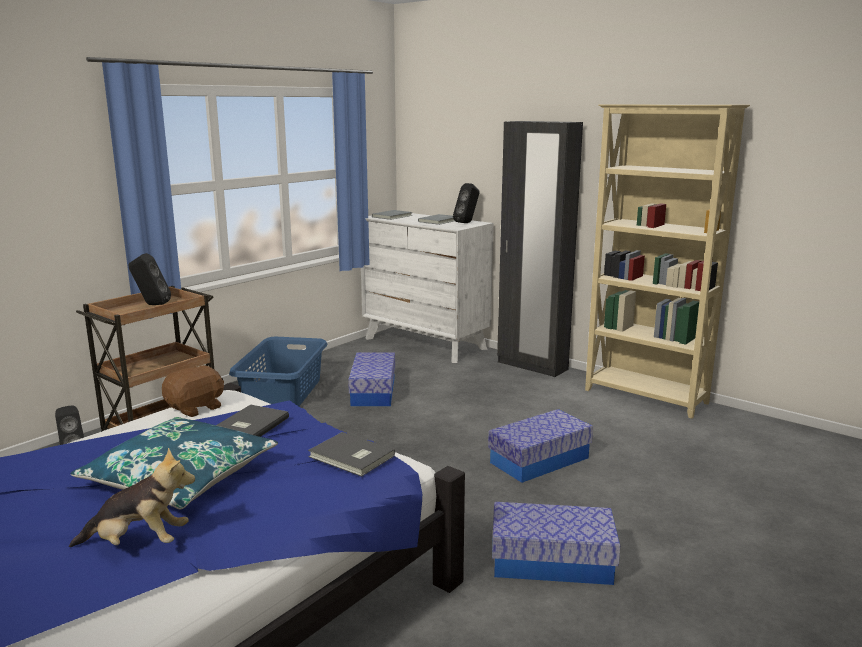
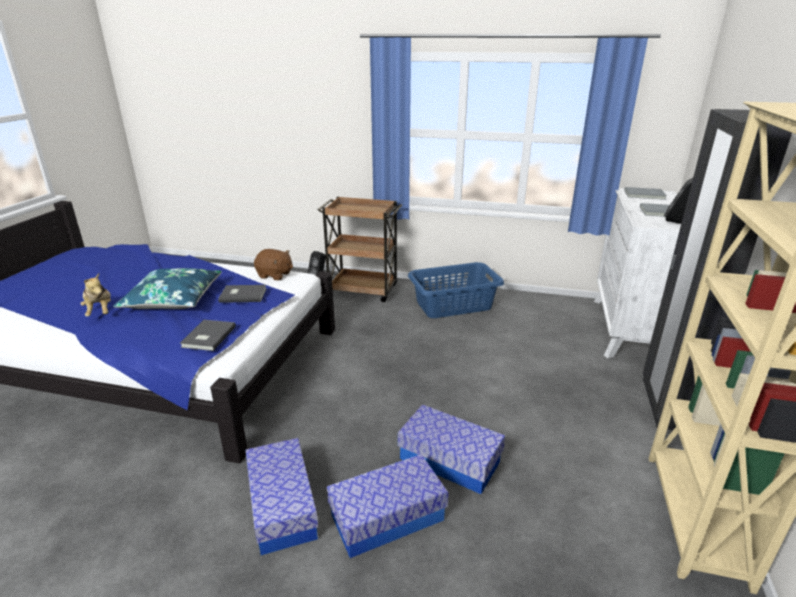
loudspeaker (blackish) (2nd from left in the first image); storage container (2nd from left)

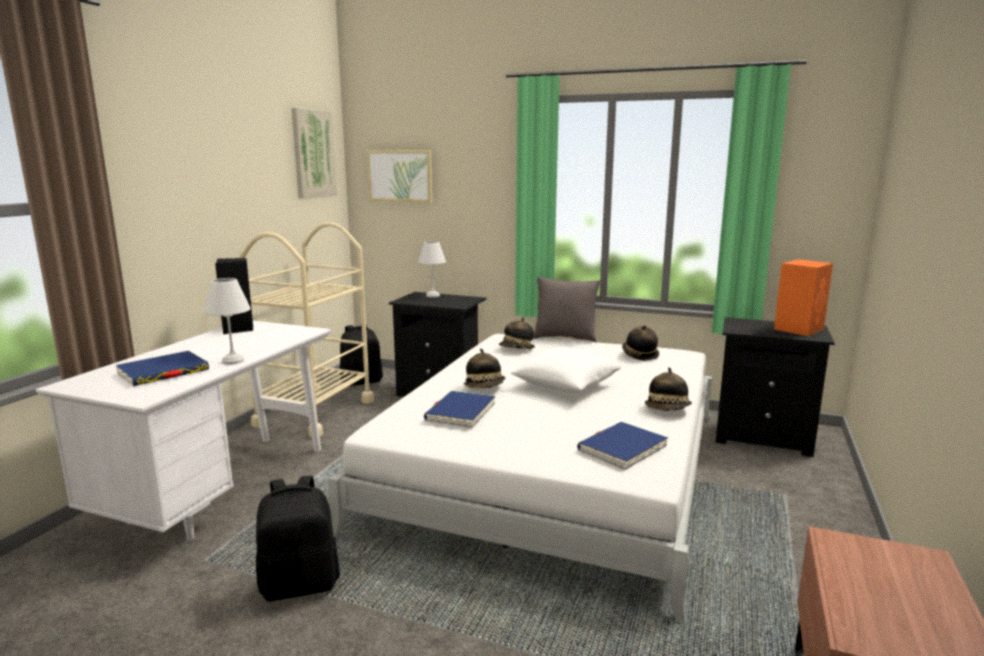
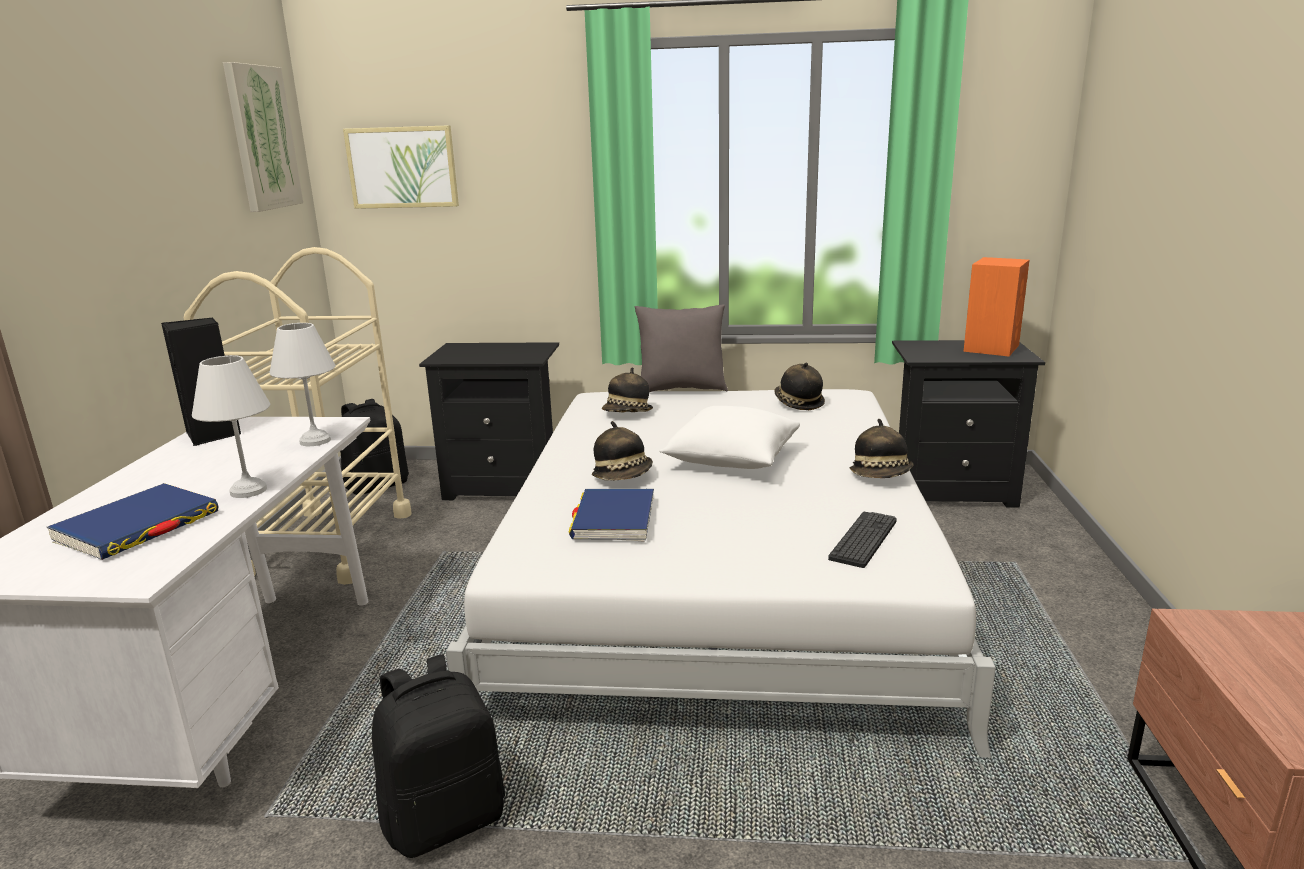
table lamp (white) (2nd from left); PC keyboard

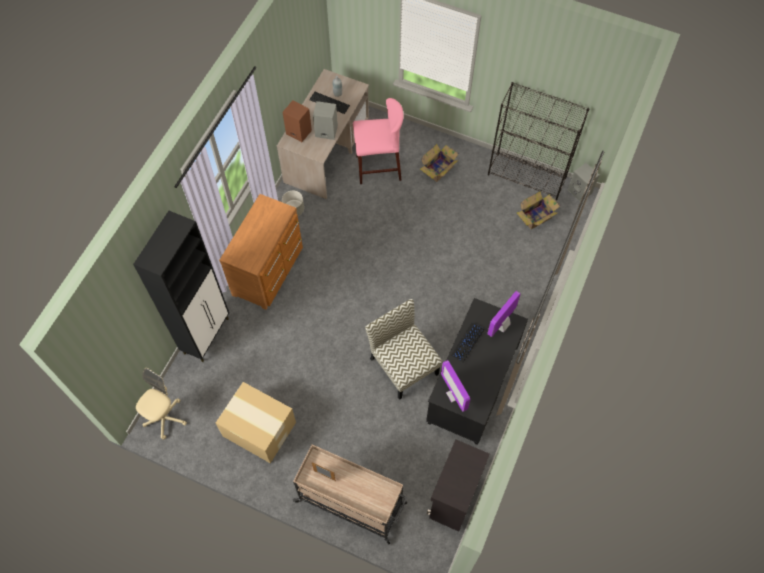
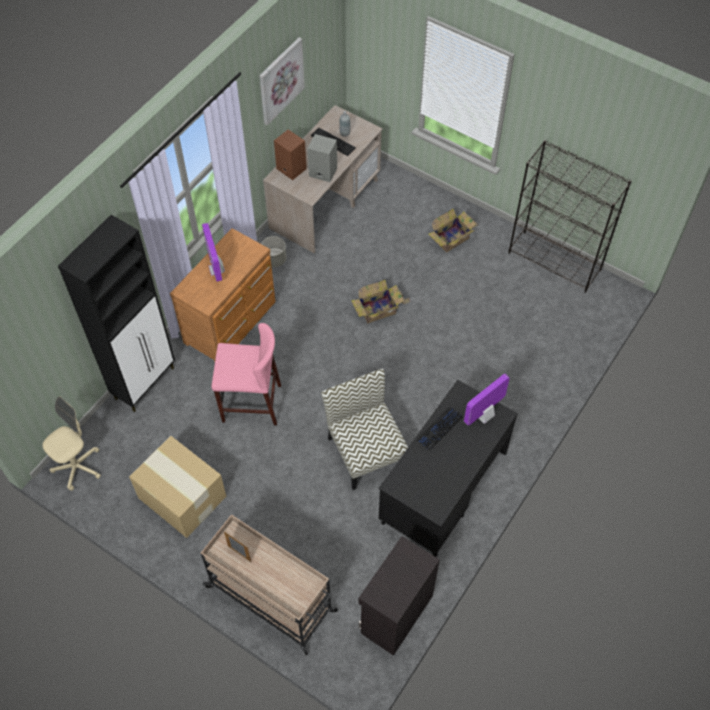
sitting stool (pink); loudspeaker (gray) (2nd from left in the first image); cardboard box (2nd from left); computer screen (1st from left); wall art

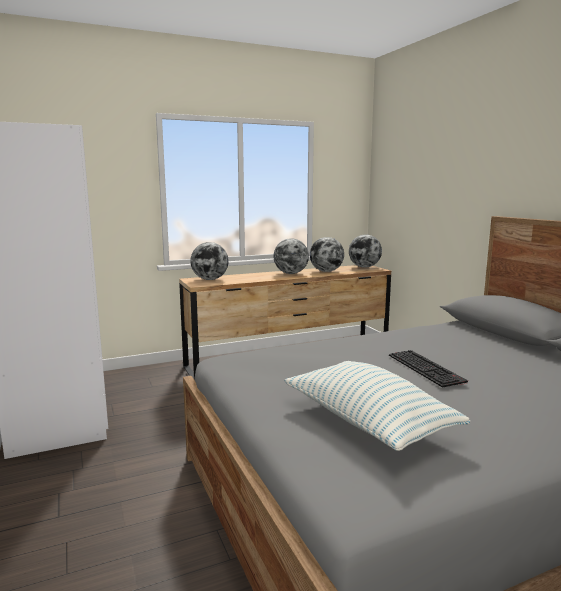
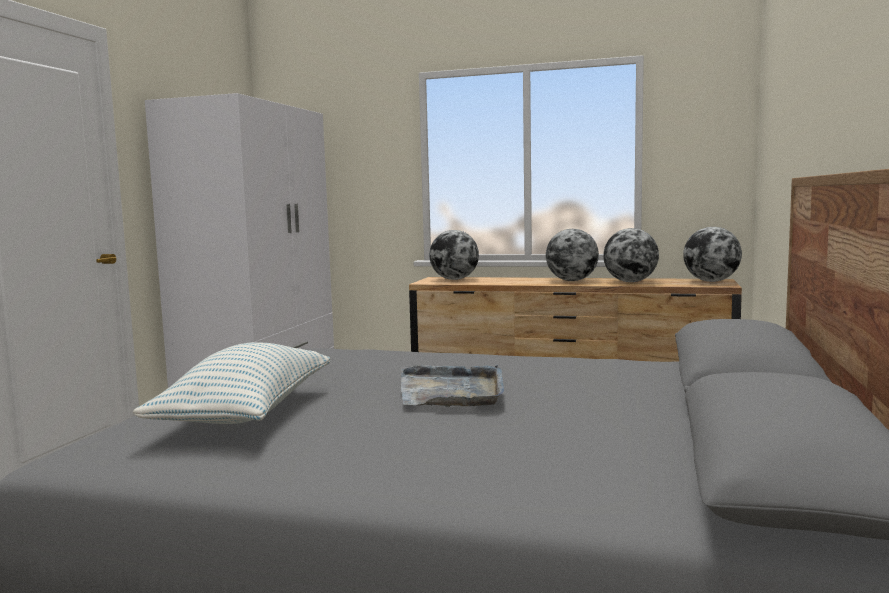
serving tray (gray)

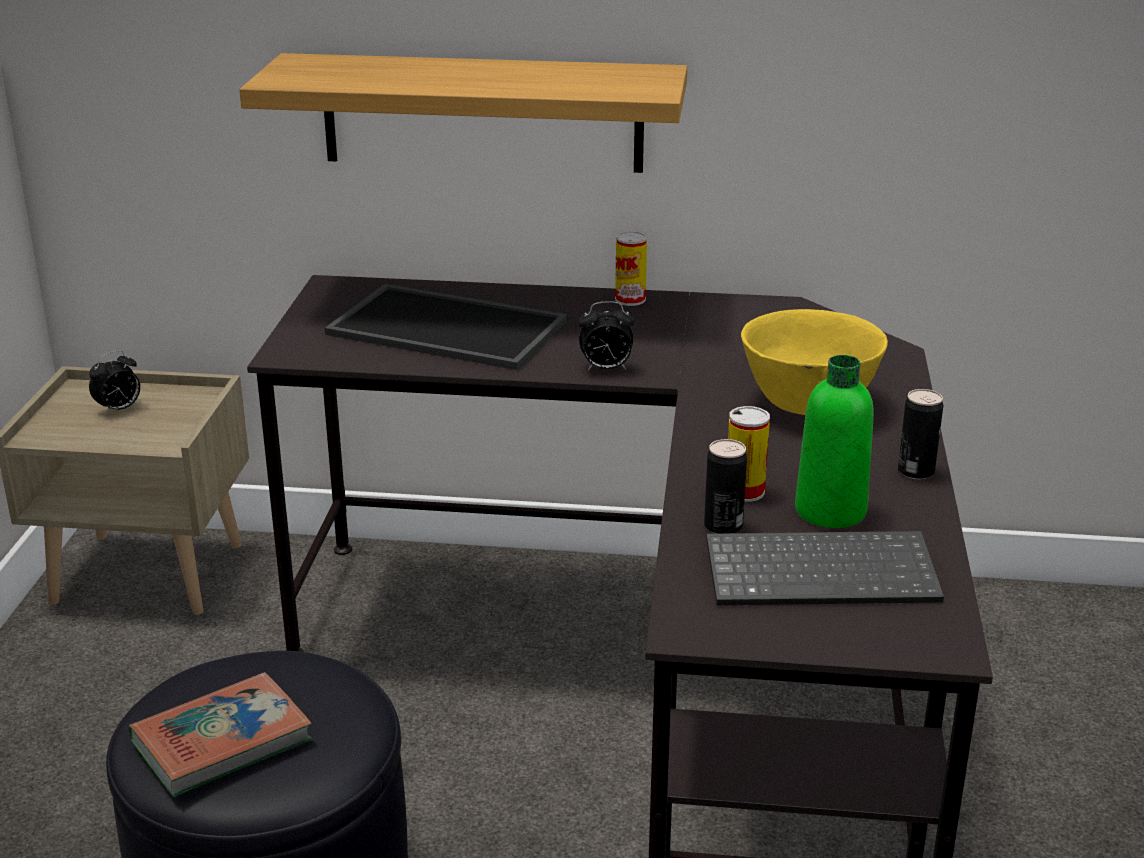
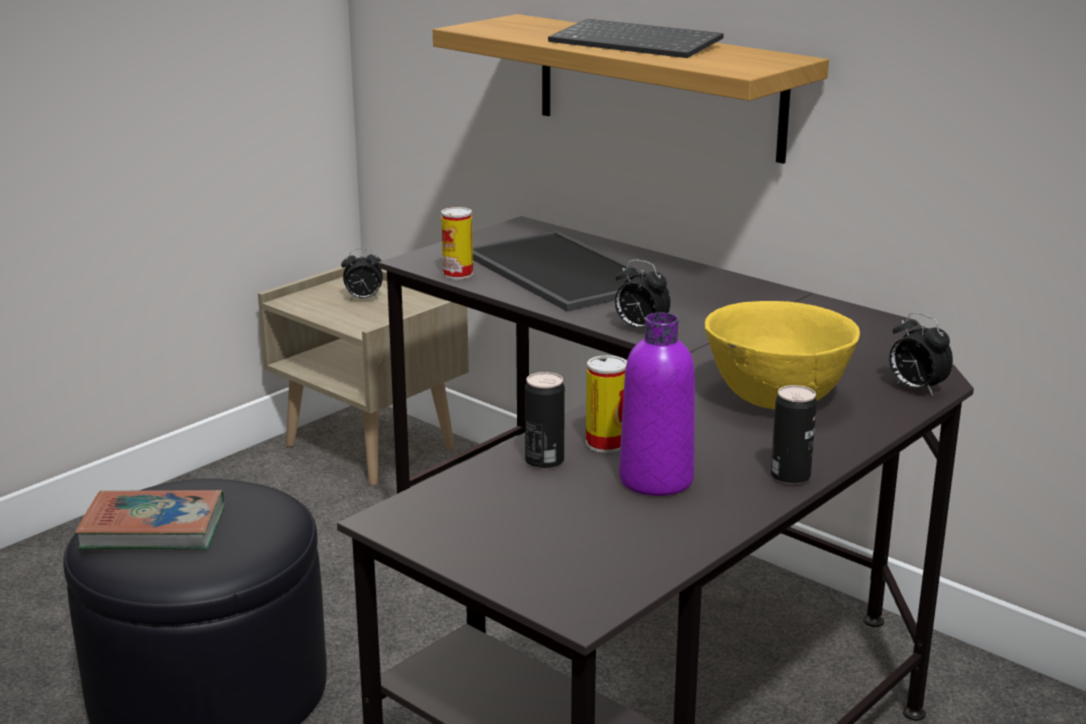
metal can (1st from left); drink bottle (purple); PC keyboard; bedside clock (3rd from left)

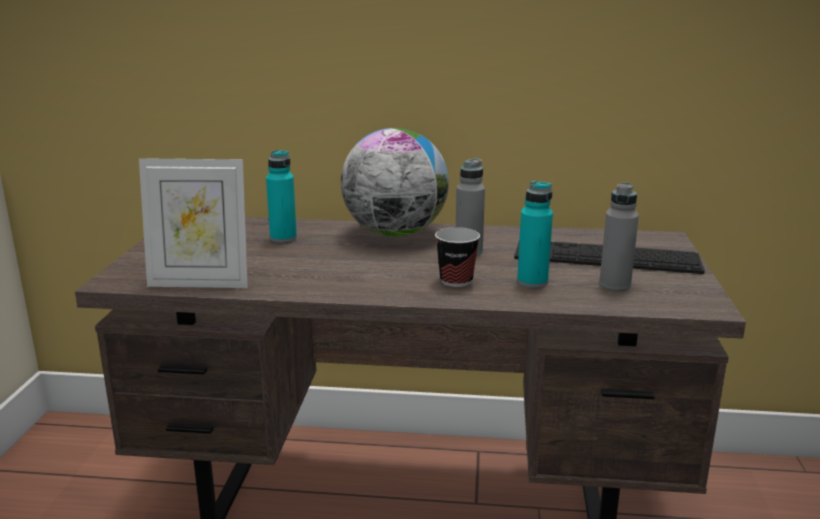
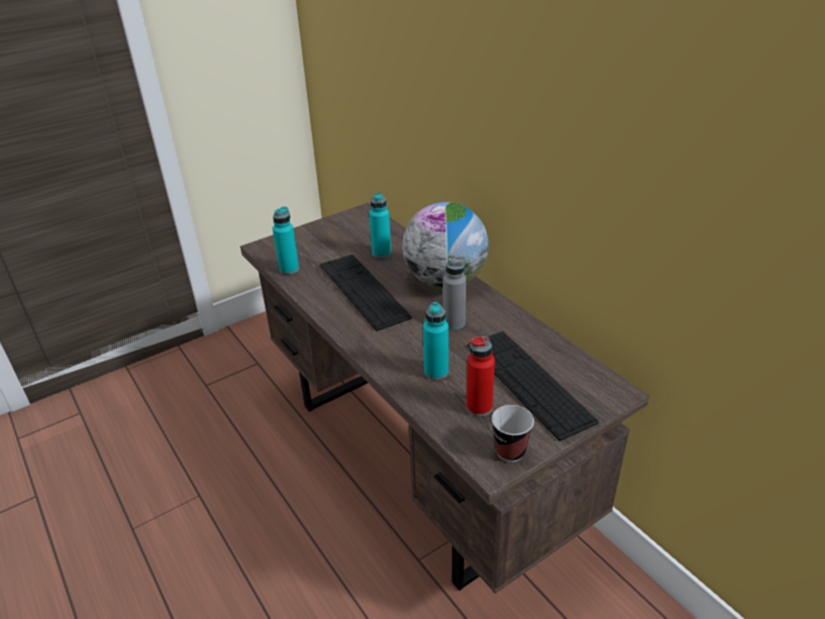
drink bottle (turquoise) (1st from left); drink bottle (red-coloured); small cup; PC keyboard (1st from left)

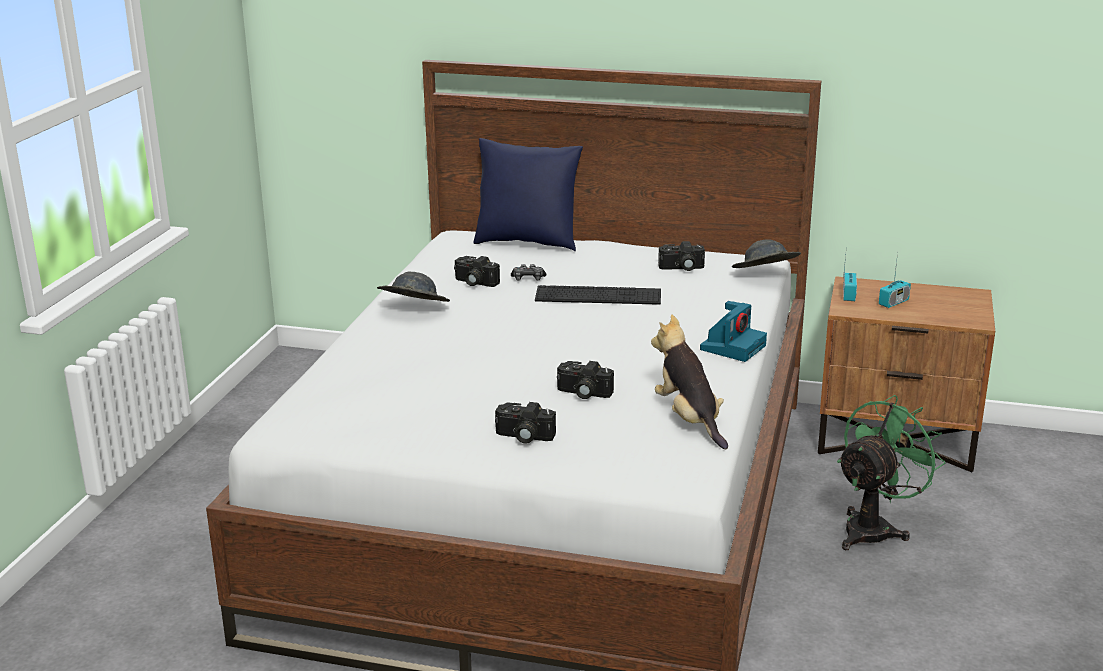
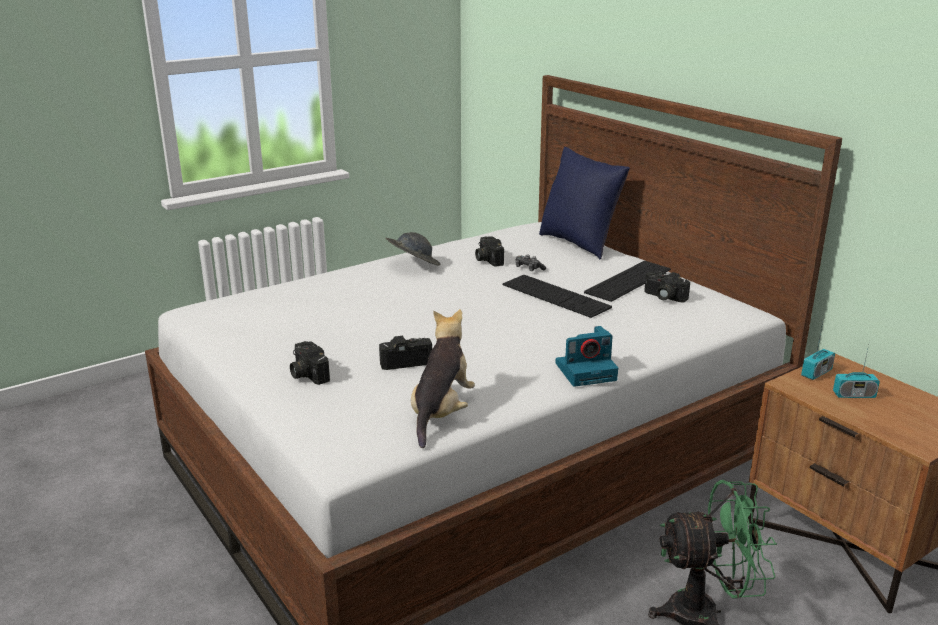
hat (gray) (2nd from left in the first image); photo camera (2nd from left); PC keyboard (2nd from left)

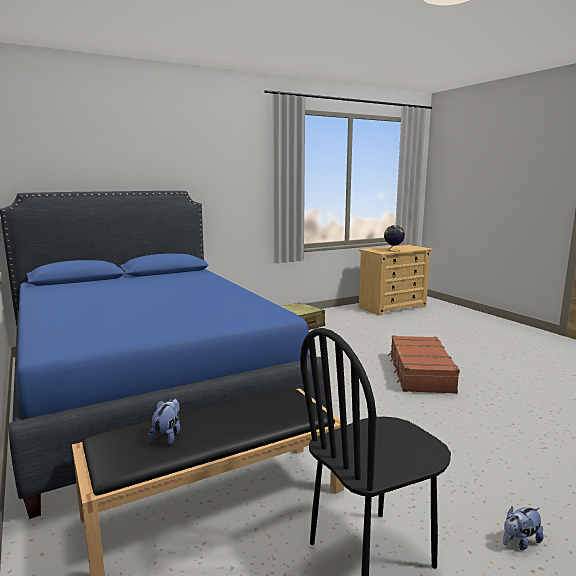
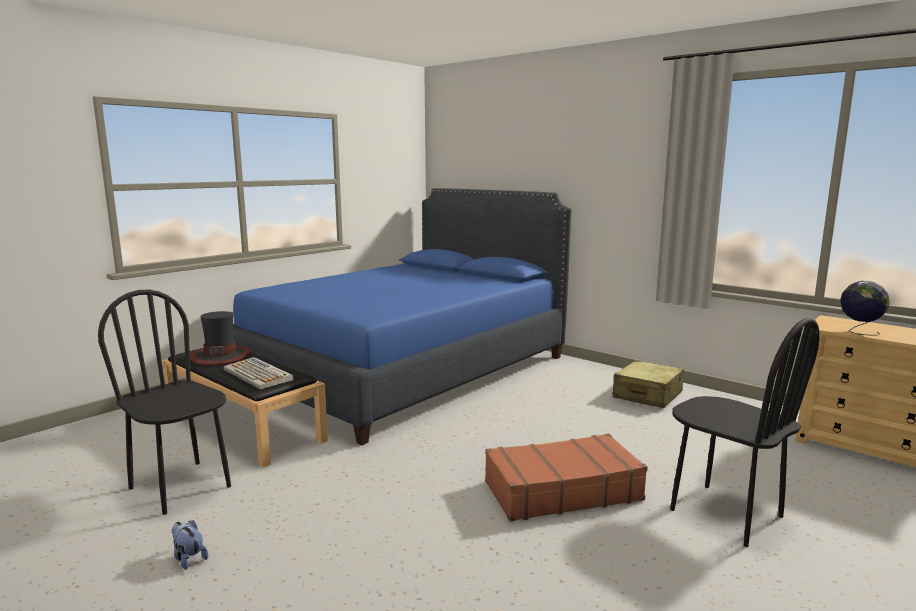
hat; plain chair (blackish) (2nd from left); PC keyboard

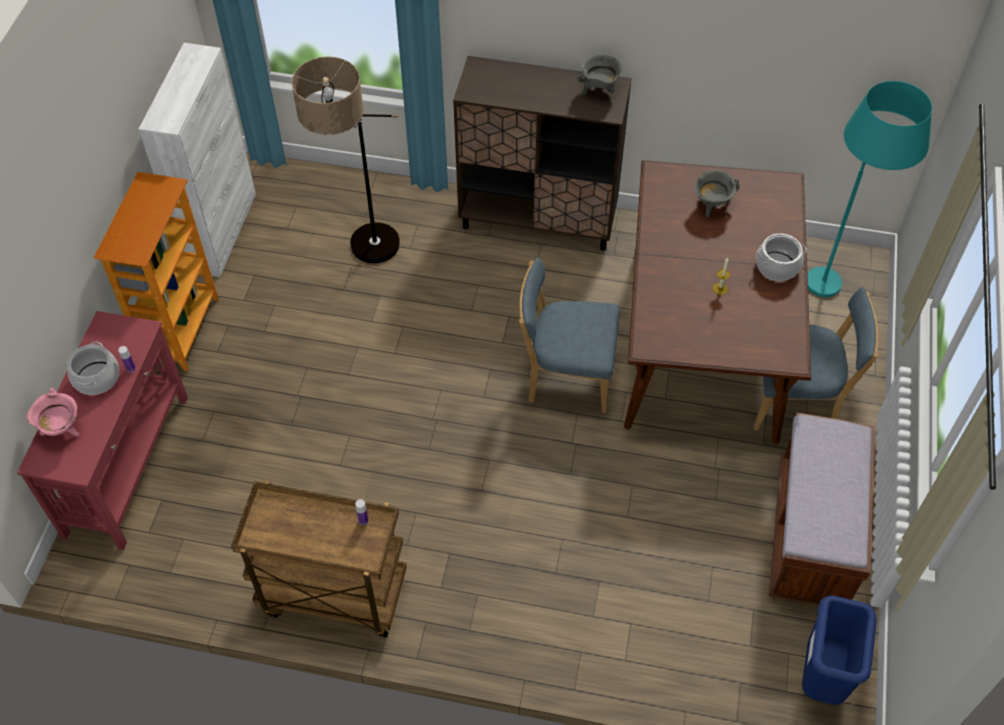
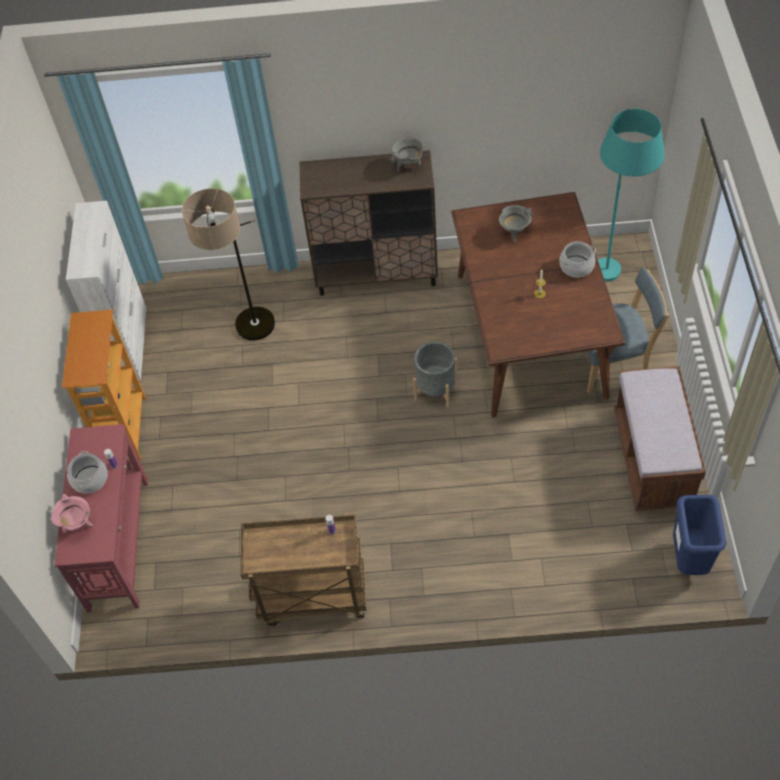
planter (gray)

